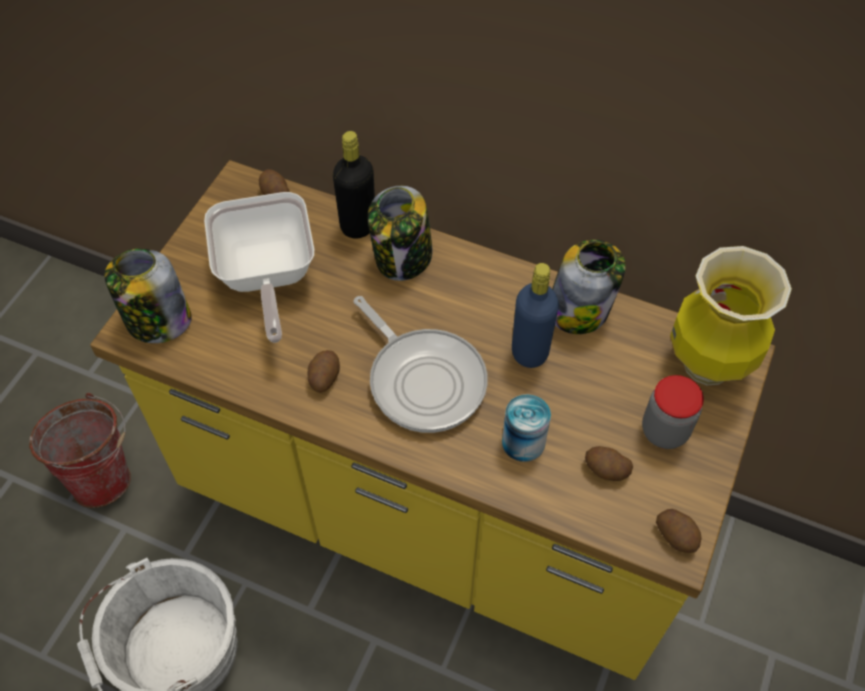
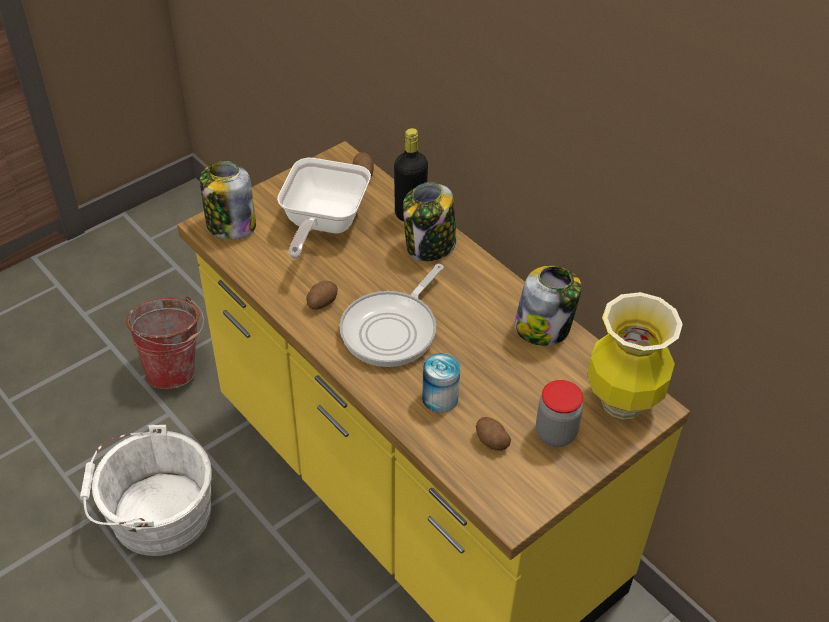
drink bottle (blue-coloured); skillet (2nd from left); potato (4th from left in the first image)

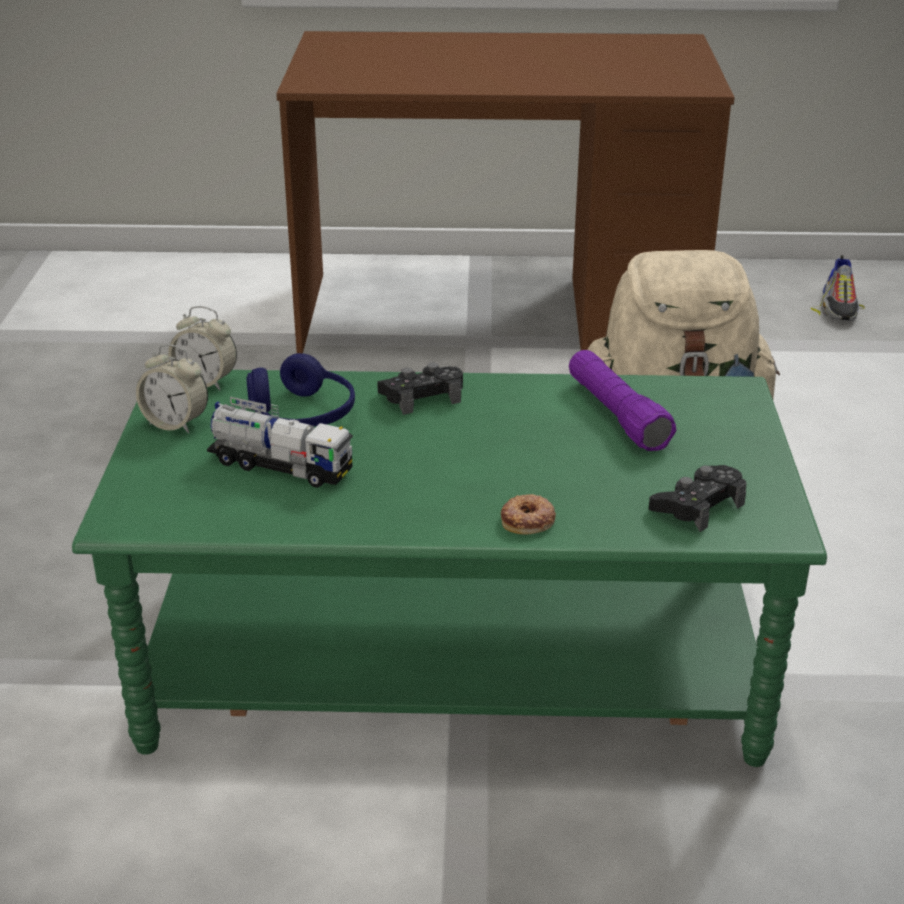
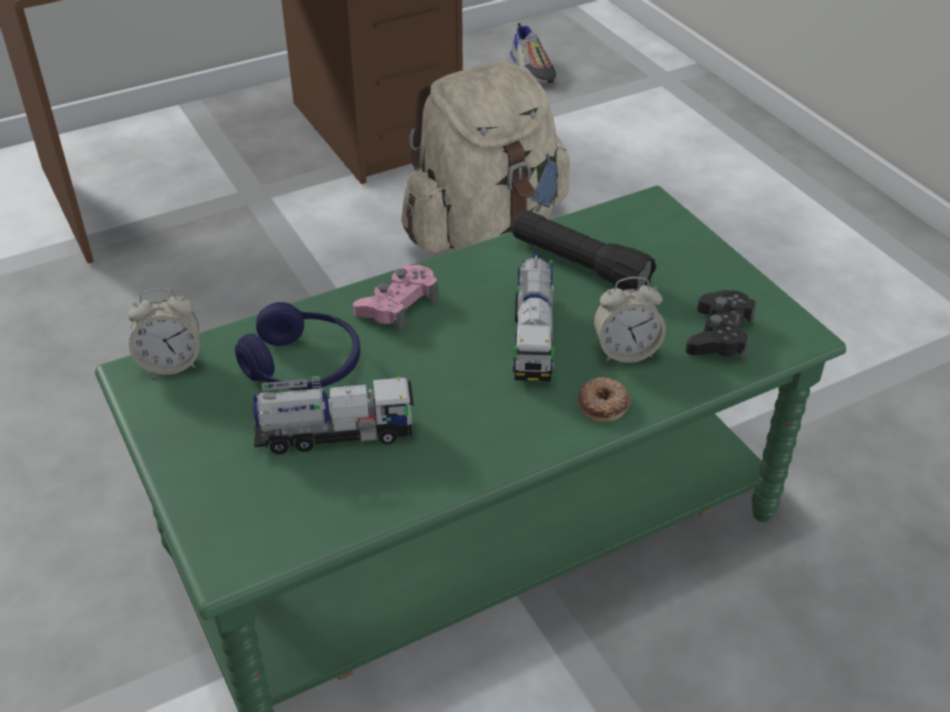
bedside clock (2nd from left); hand torch (blackish); game controller (pink); toy lorry (2nd from left)

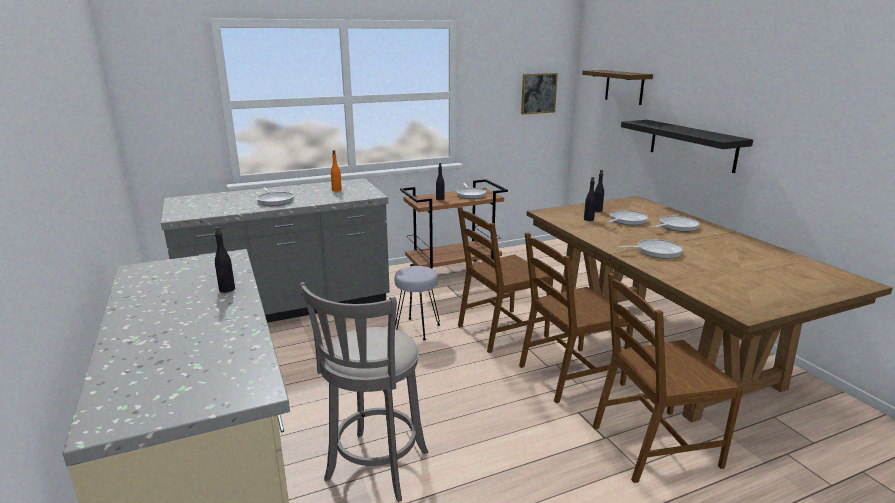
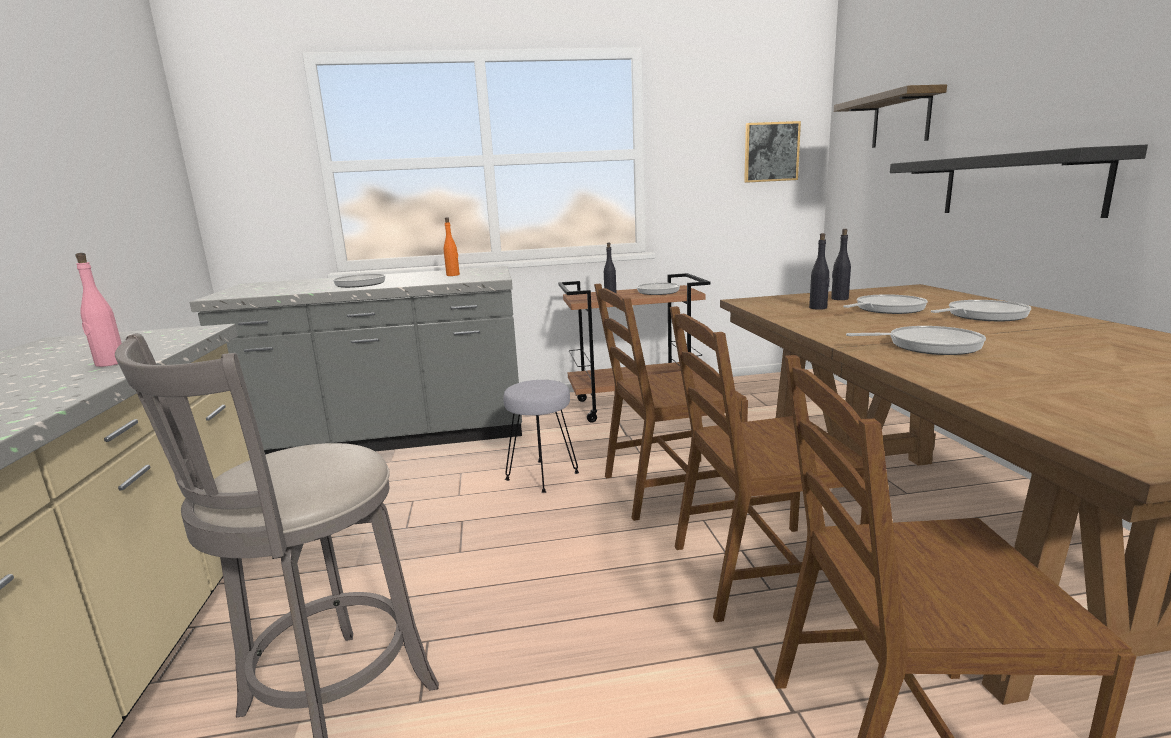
drink bottle (pink)

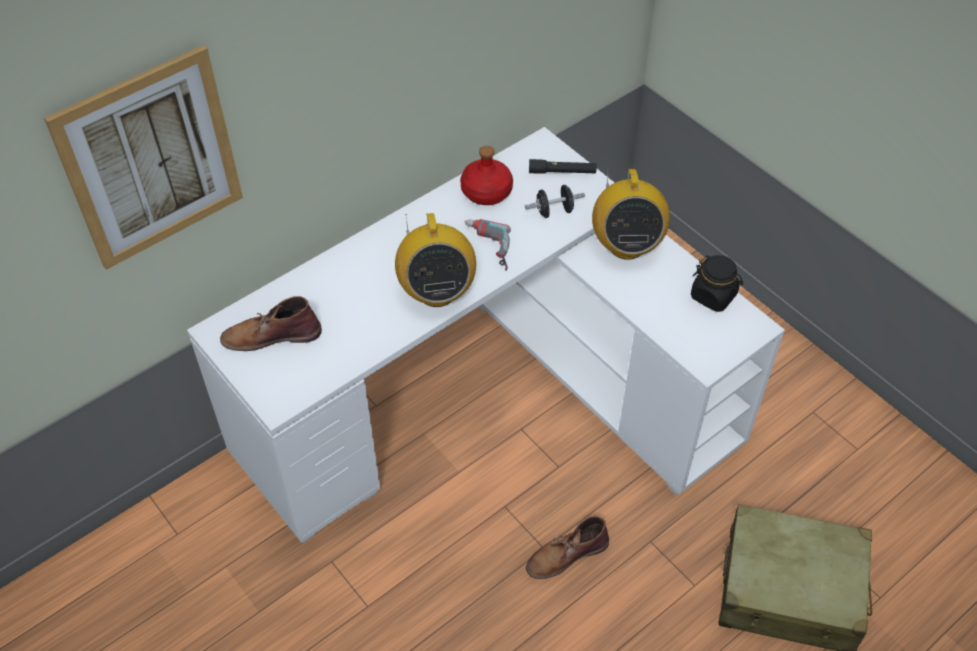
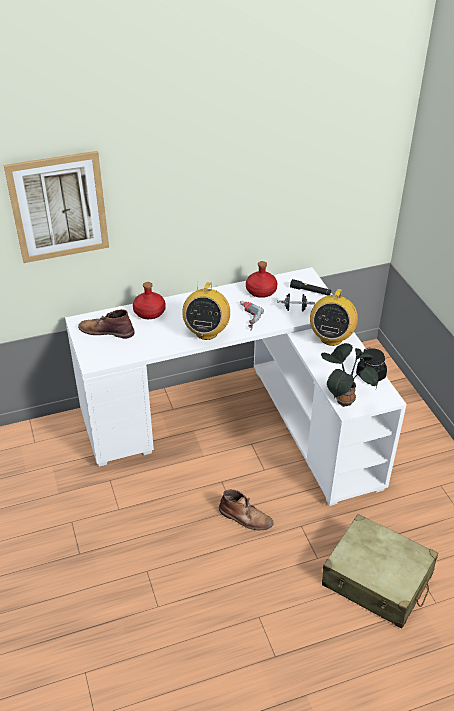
boot (brown) (2nd from left); drink bottle (red-coloured) (1st from left); houseplant

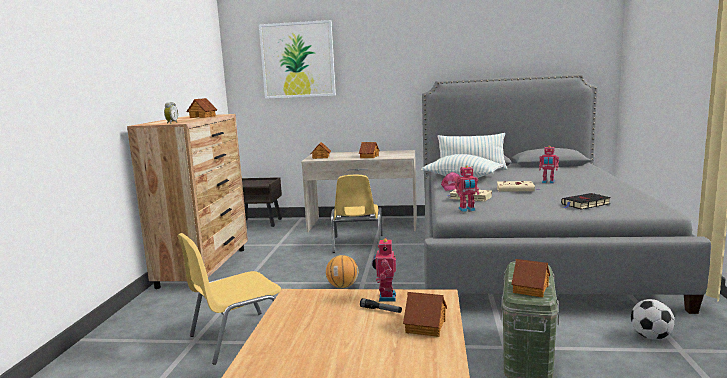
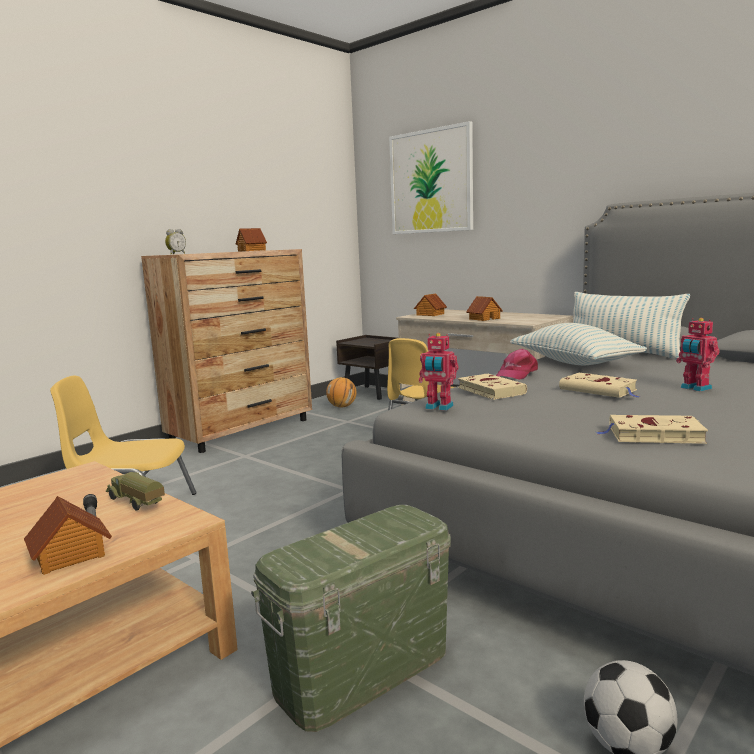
bound book (beige) (3rd from left); toy lorry; ball for basketball; toy house (5th from left in the first image)

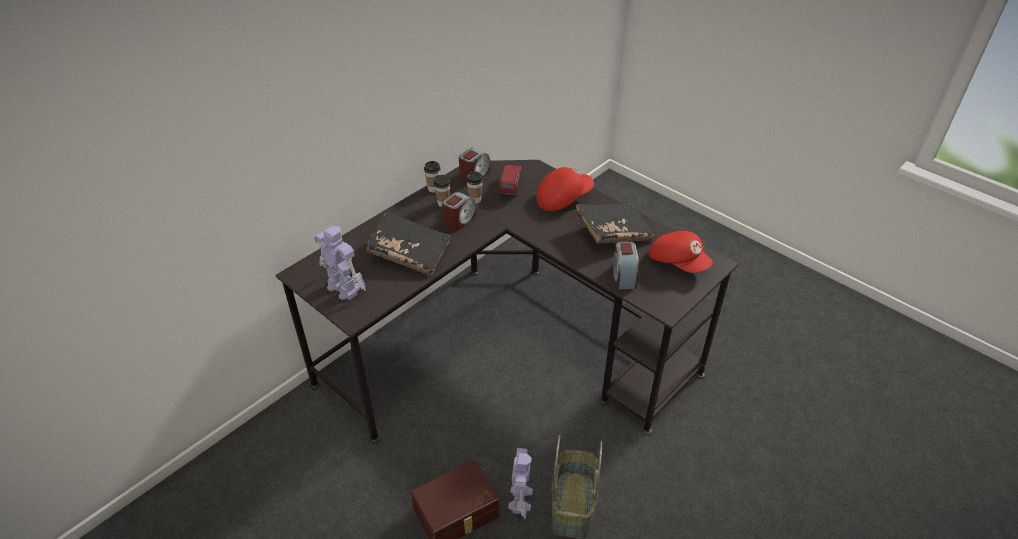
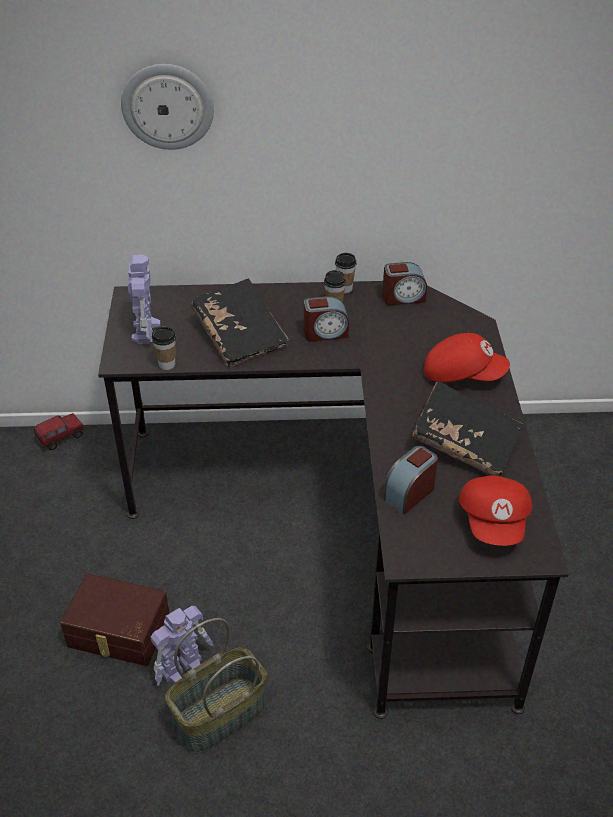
toy lorry; small cup (1st from left); hanging clock

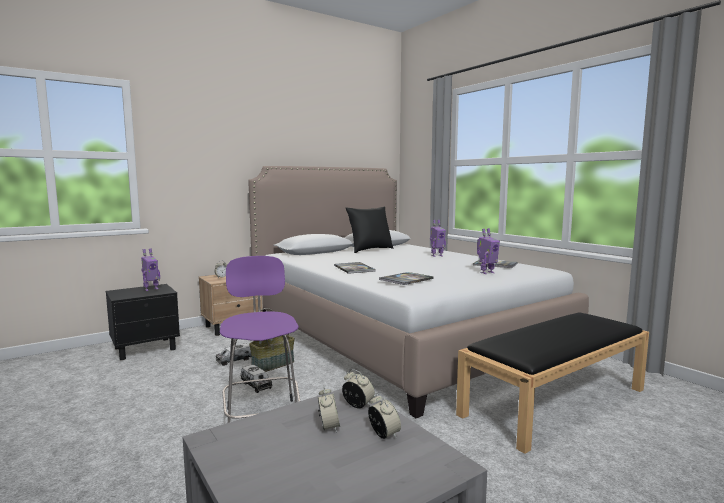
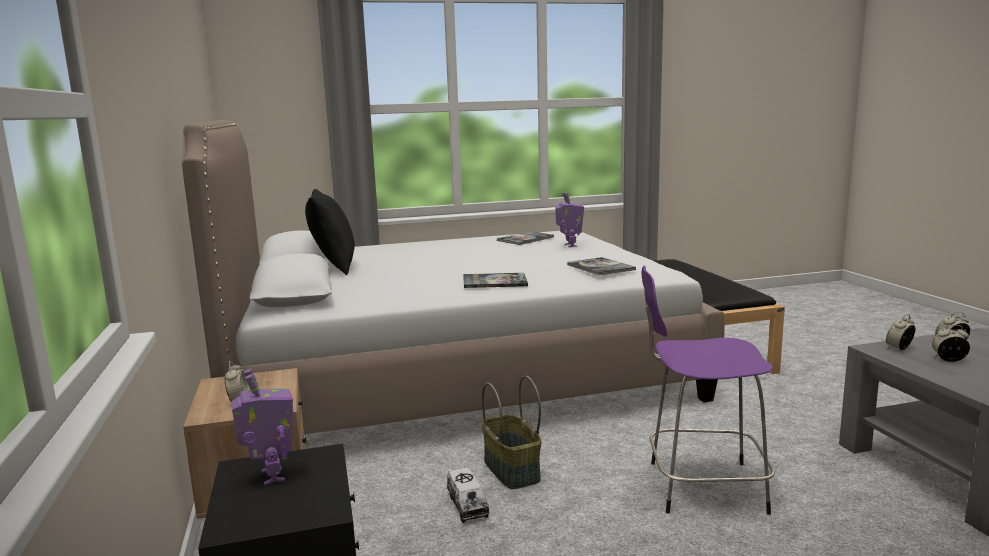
toy robot (2nd from left in the first image); toy lorry (2nd from left in the first image)

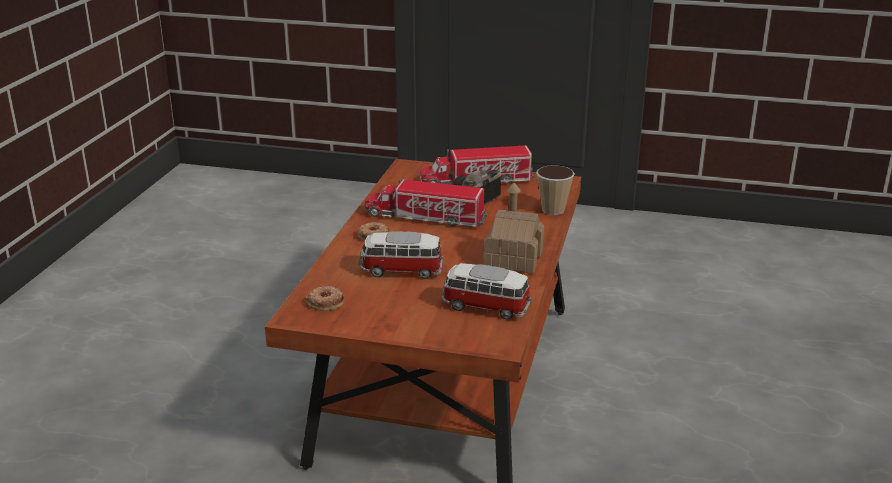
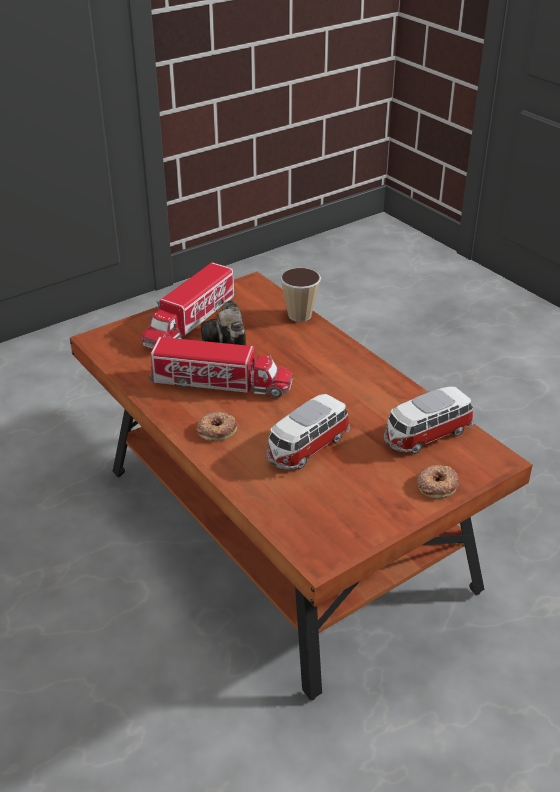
toy lorry (2nd from left); toy house; doughnut (2nd from left)

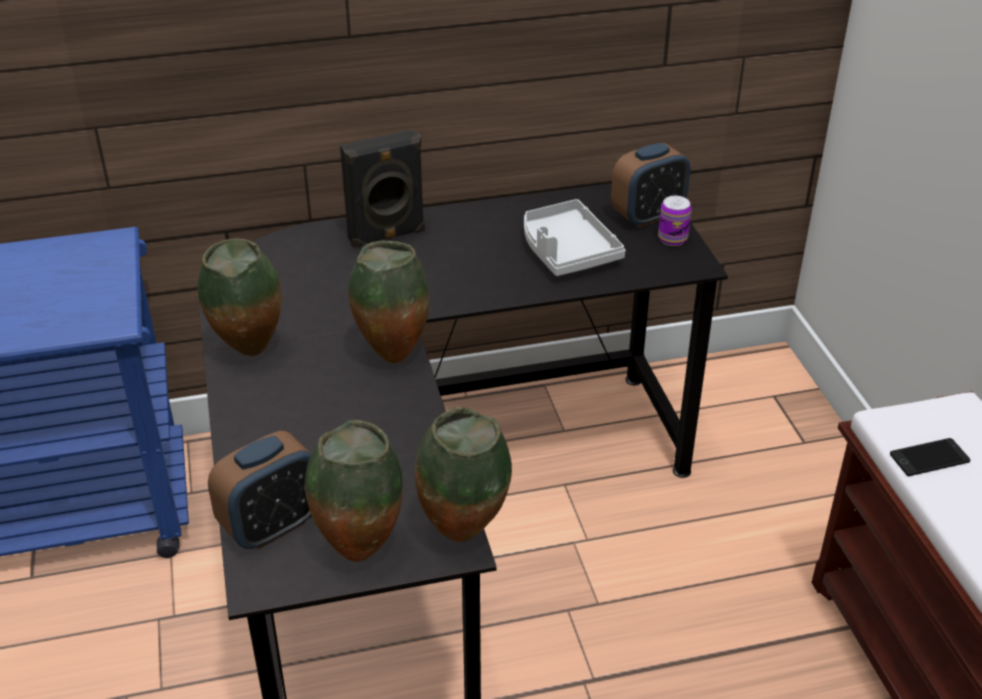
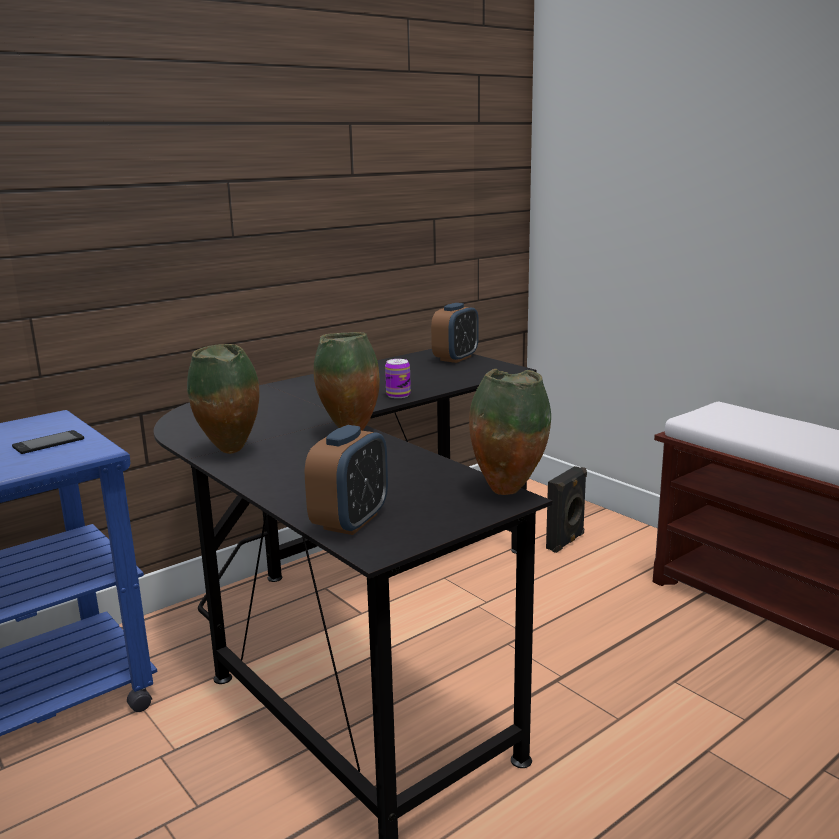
loudspeaker (blackish); metal can; serving tray (gray); vase (2nd from left in the first image); handset

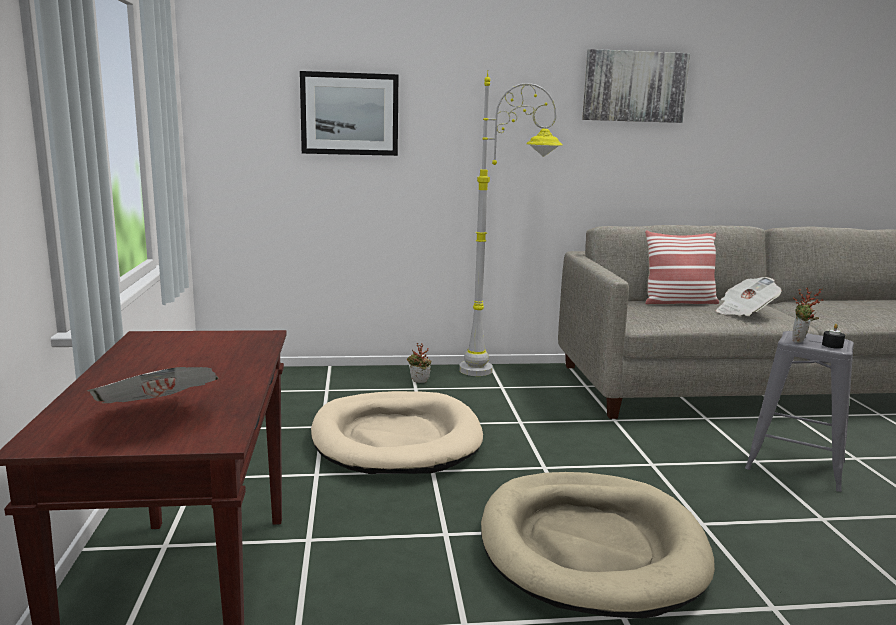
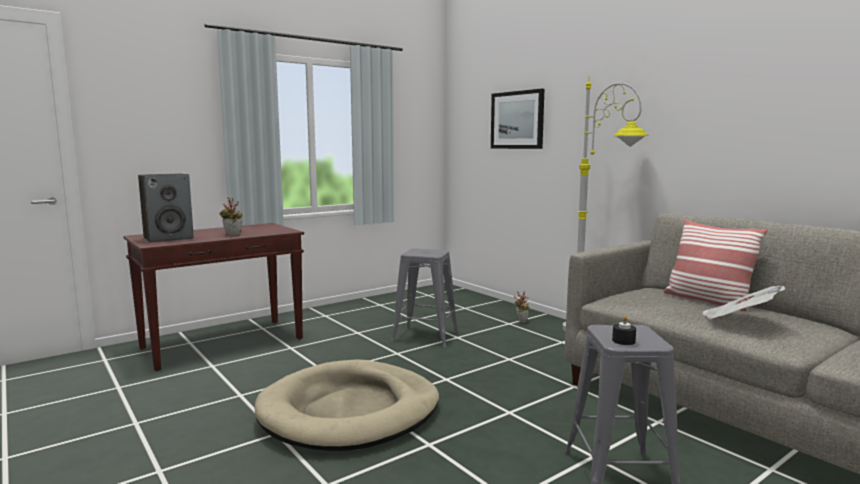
wall art (2nd from left in the first image); houseplant (1st from left); loudspeaker; sitting stool (gray) (1st from left)

